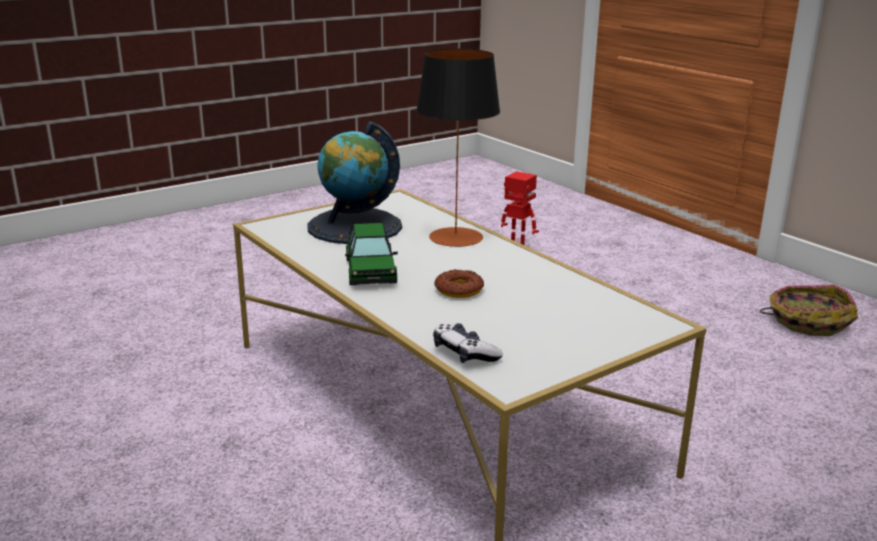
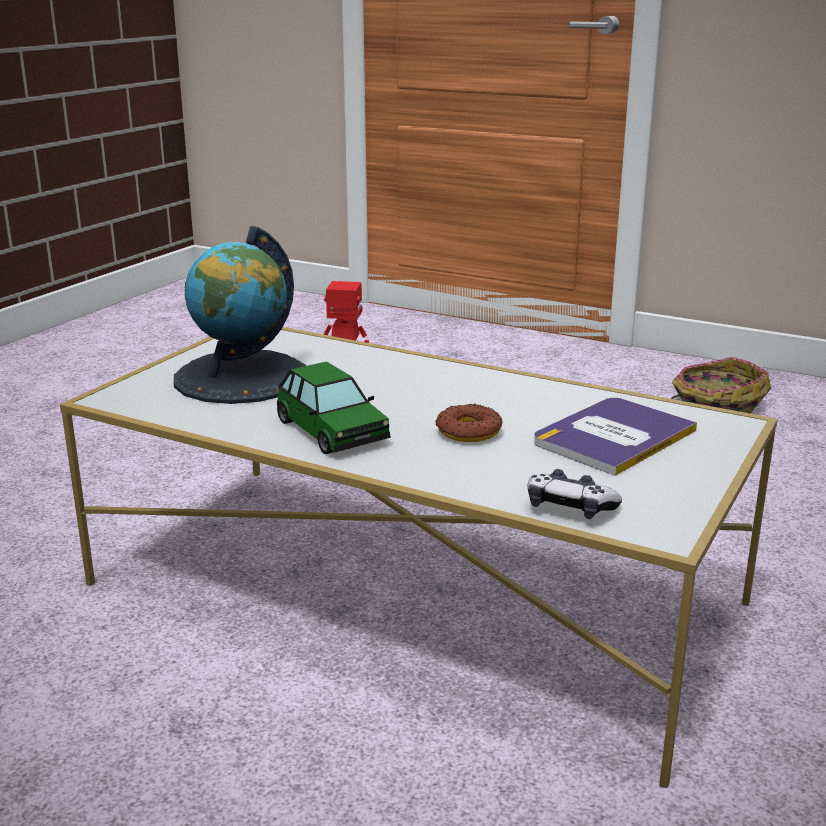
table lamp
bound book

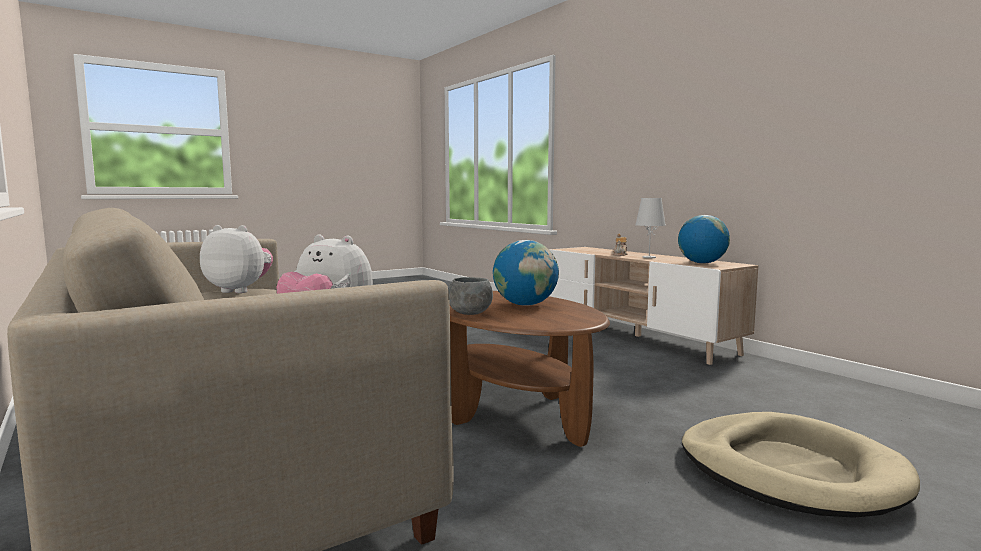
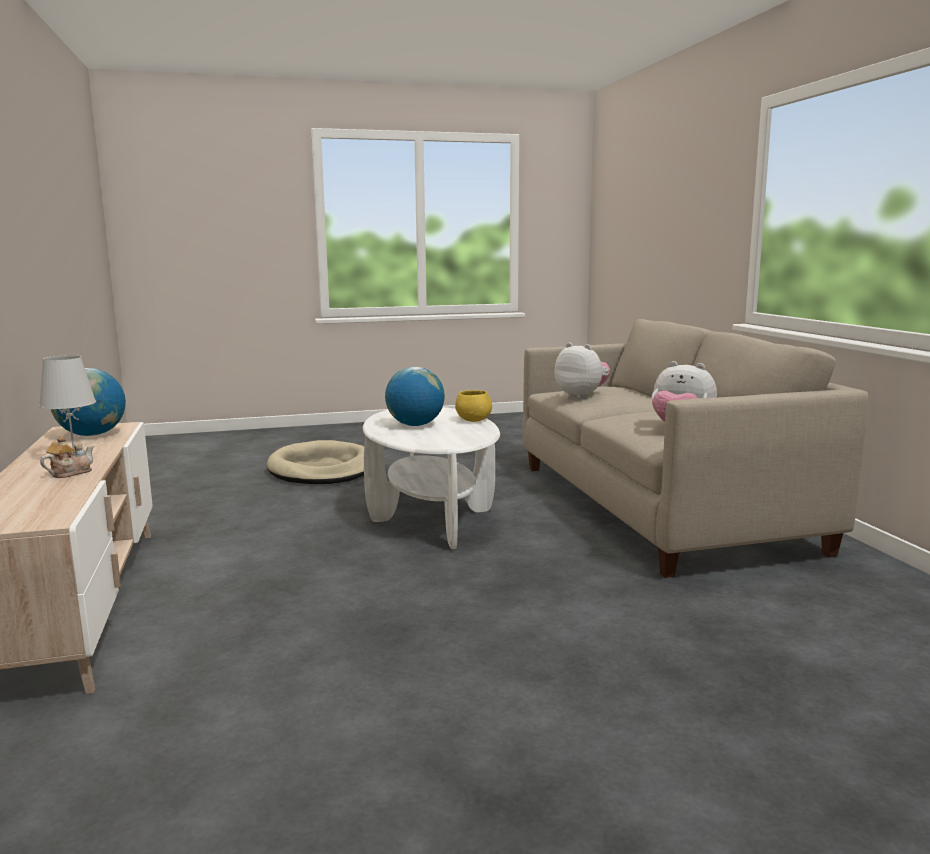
yellow-coloured deep dish
white low table

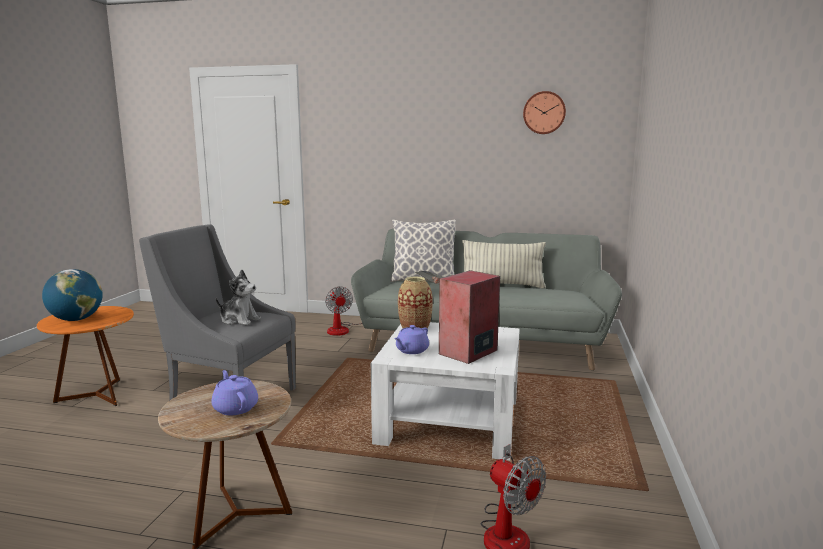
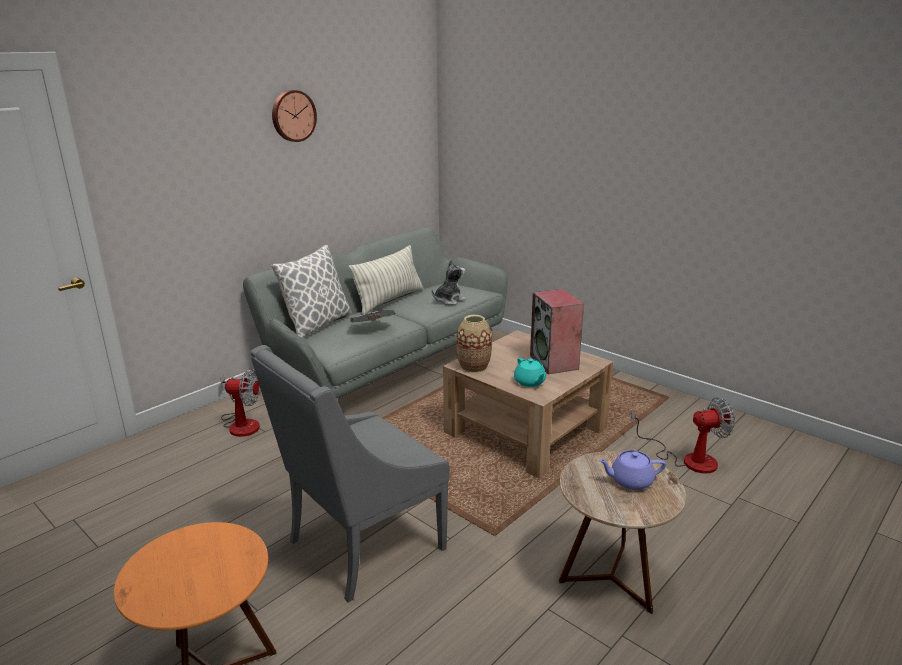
globe
cuddly toy
clock on the wall
brownish low table
blue-green teapot

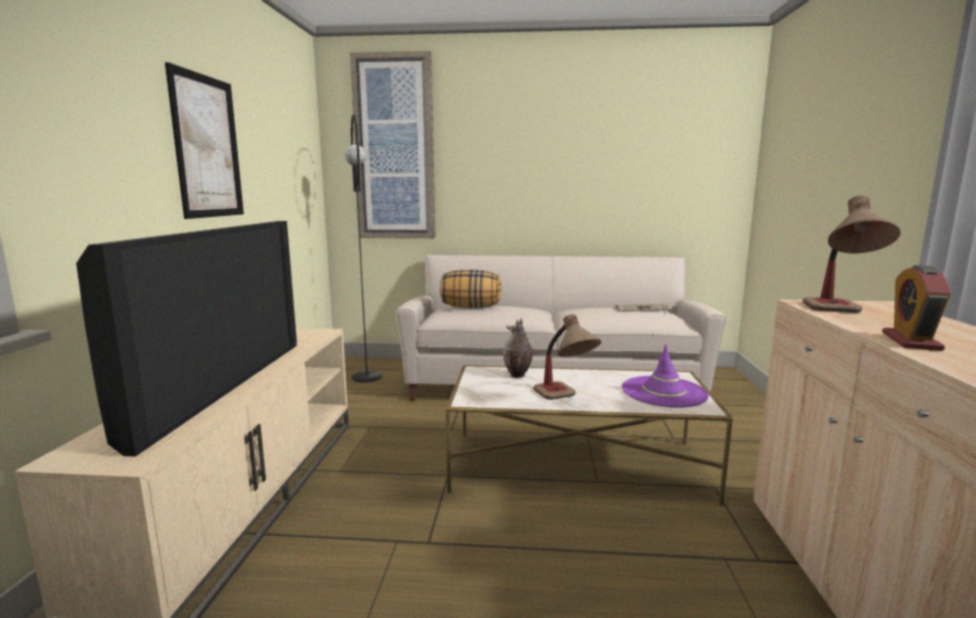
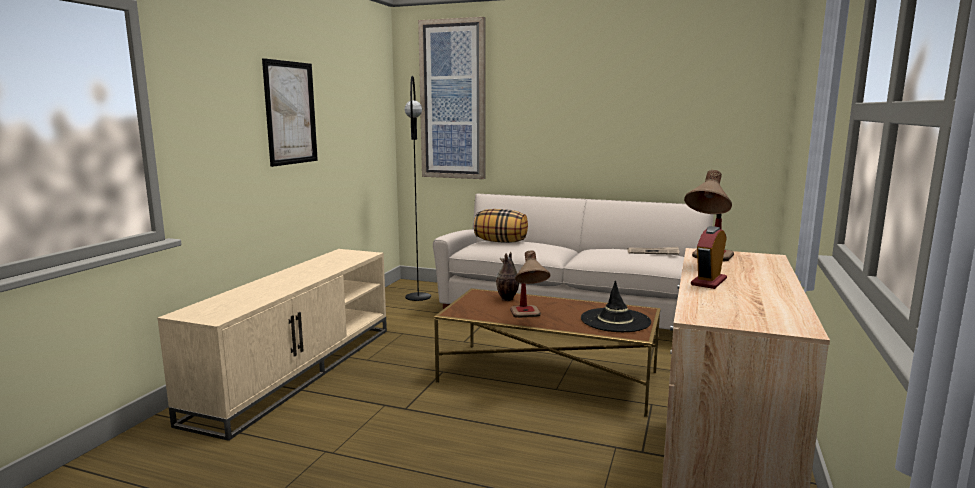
TV set
brownish low table
black-coloured wearable hat

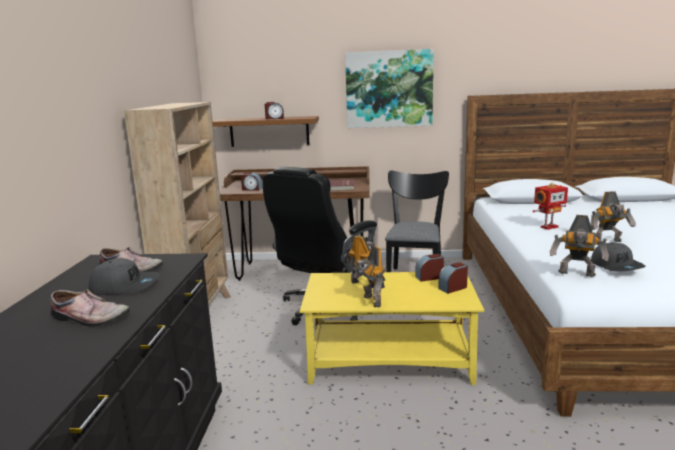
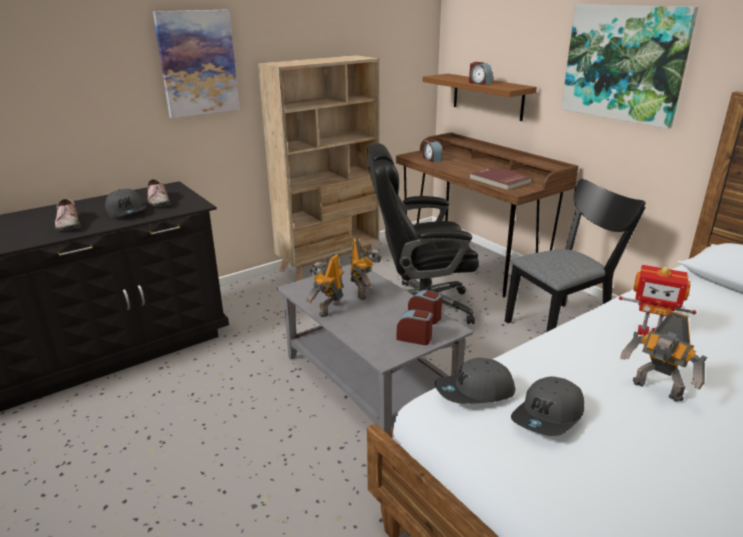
wall art (no. 1 from left)
grey baseball cap (no. 2 from left)
grey low table

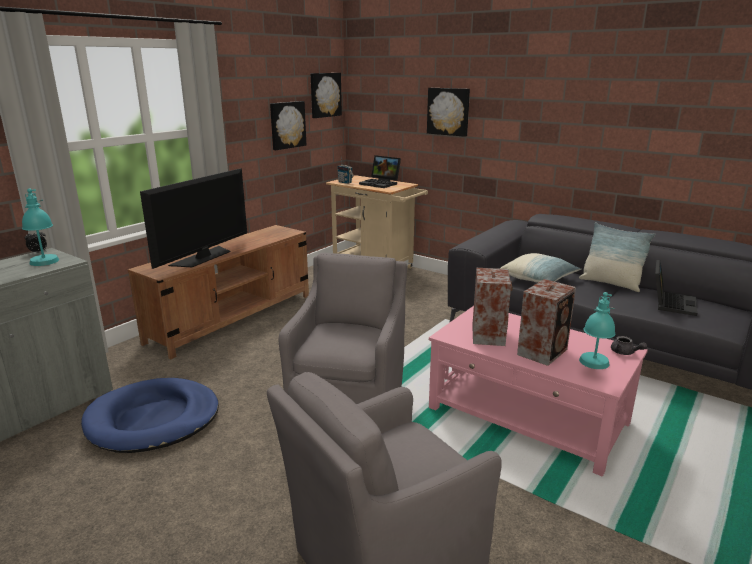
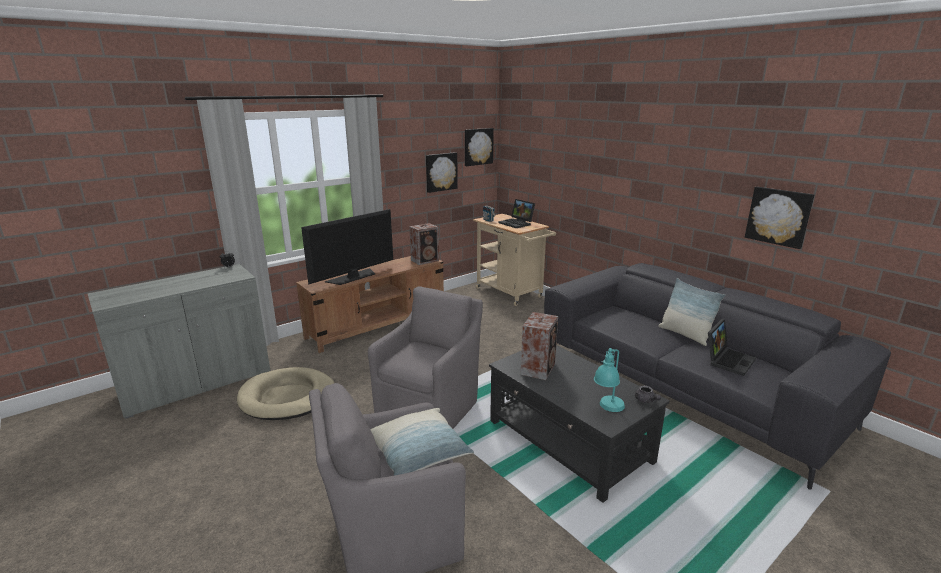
blue-green table lamp (no. 1 from left in the first image)
wall art (no. 3 from left)
cushion (no. 1 from left)
loudspeaker (no. 1 from left)
beige dog bed
black-coloured low table

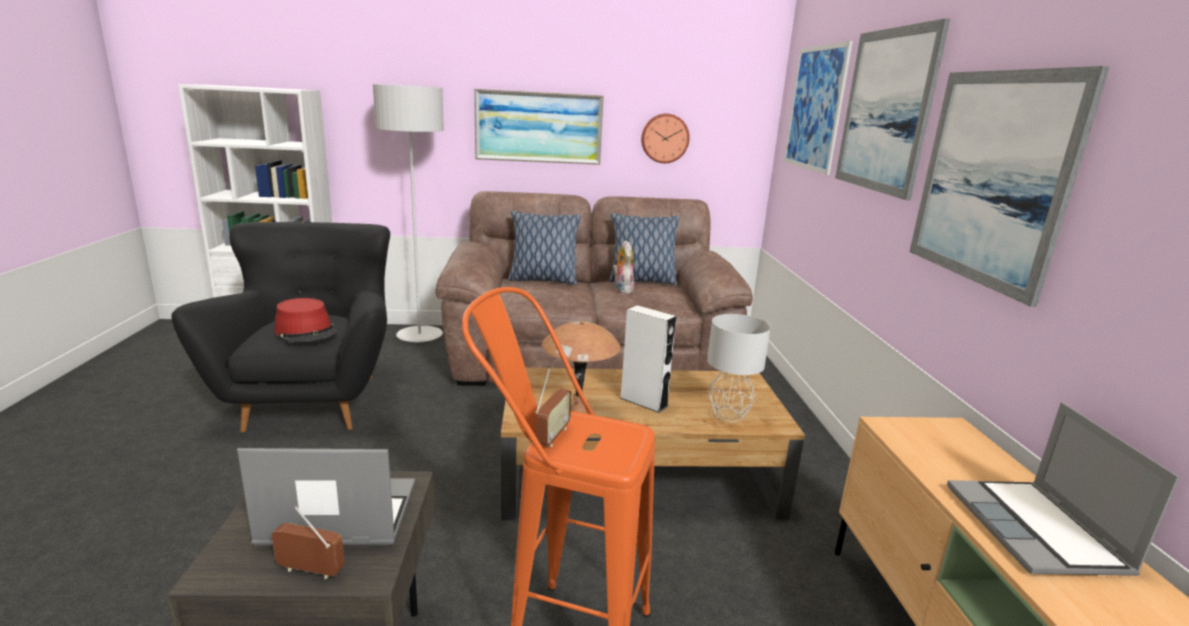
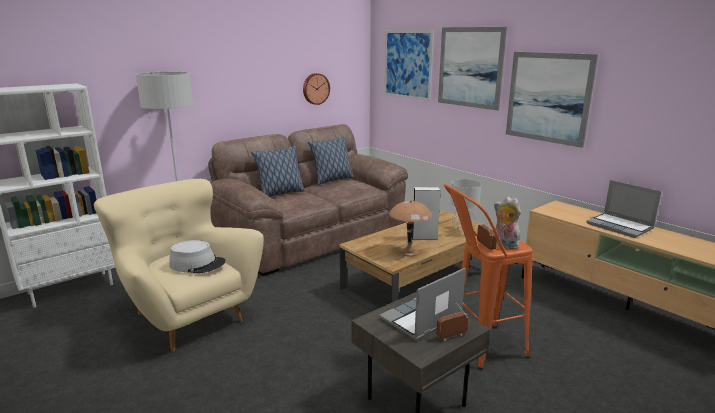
wall art (no. 1 from left in the first image)
cuddly toy
beige lounge chair
grey wearable hat

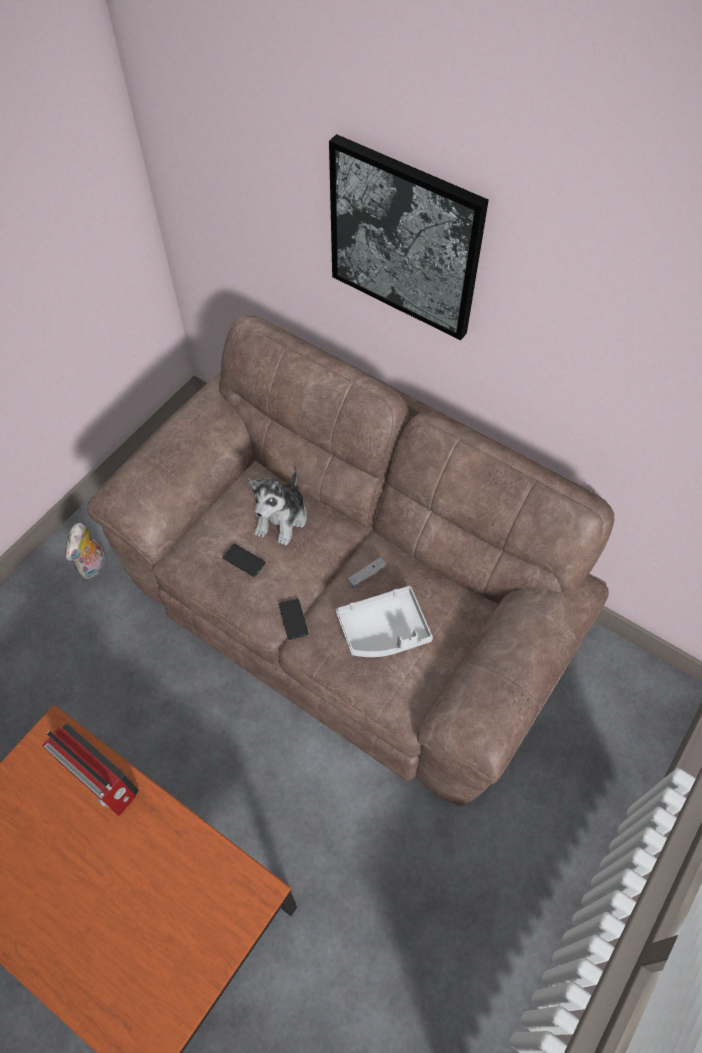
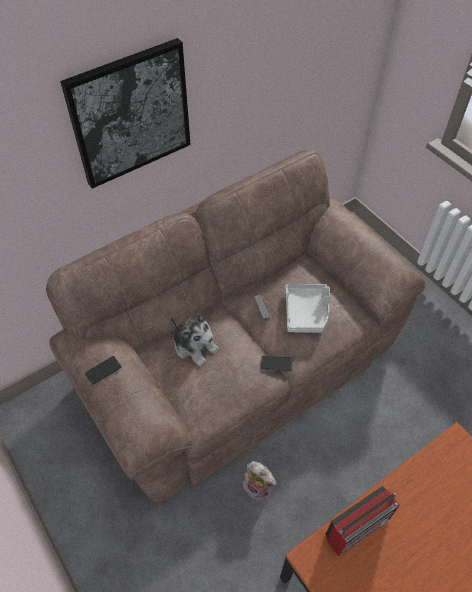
cuddly toy (no. 2 from left)
telephone (no. 1 from left)

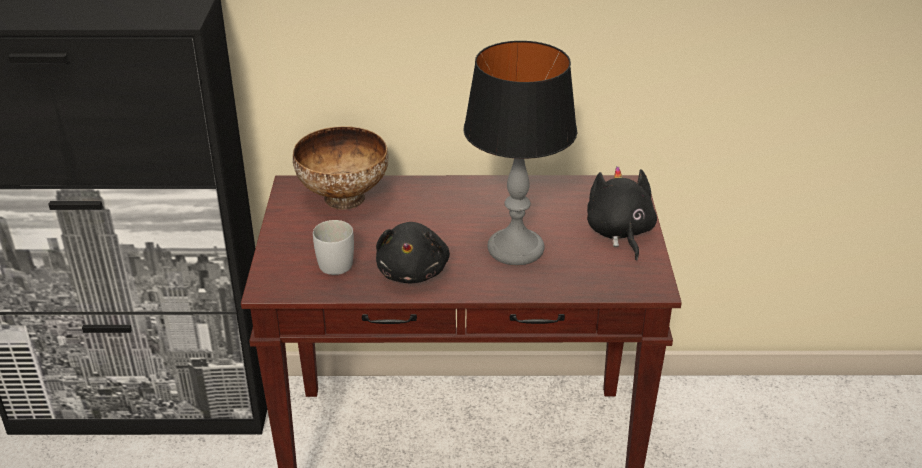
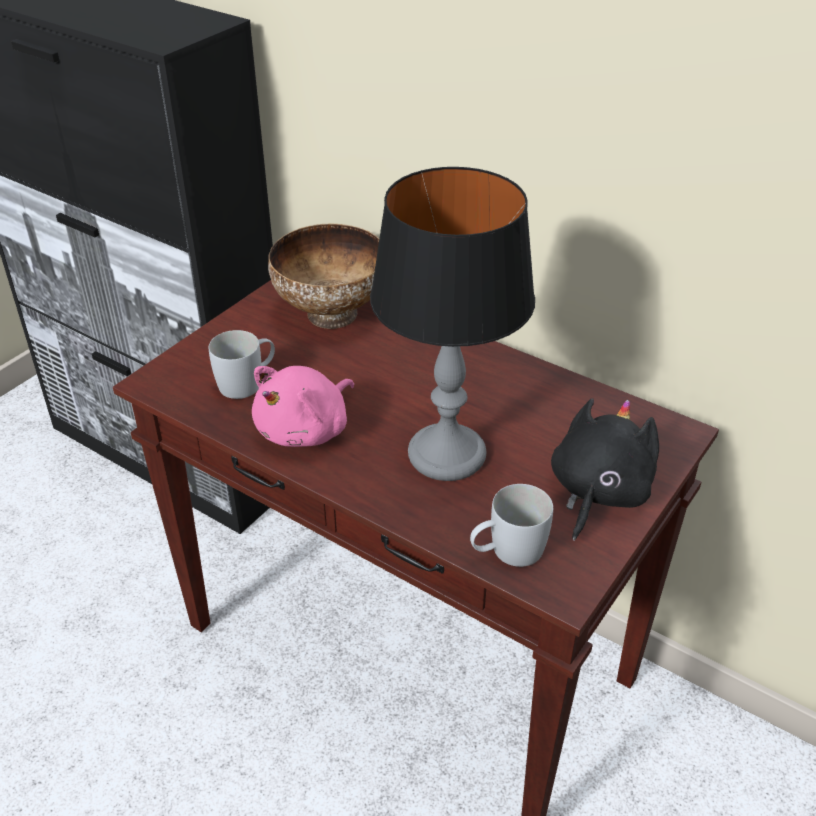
white coffee mug (no. 2 from left)
pink cuddly toy

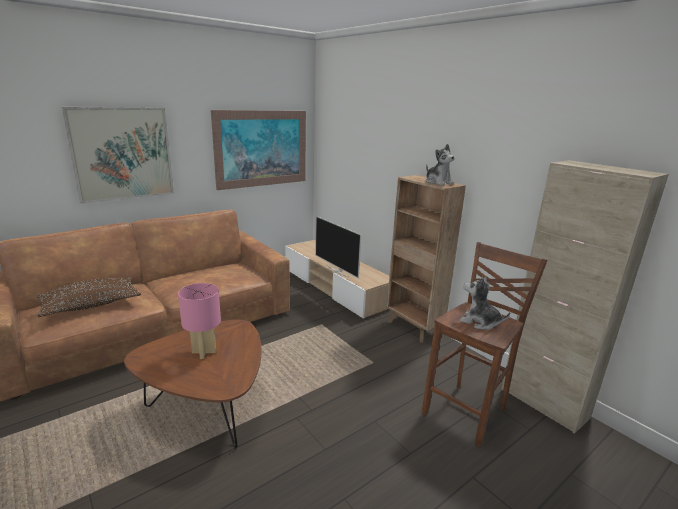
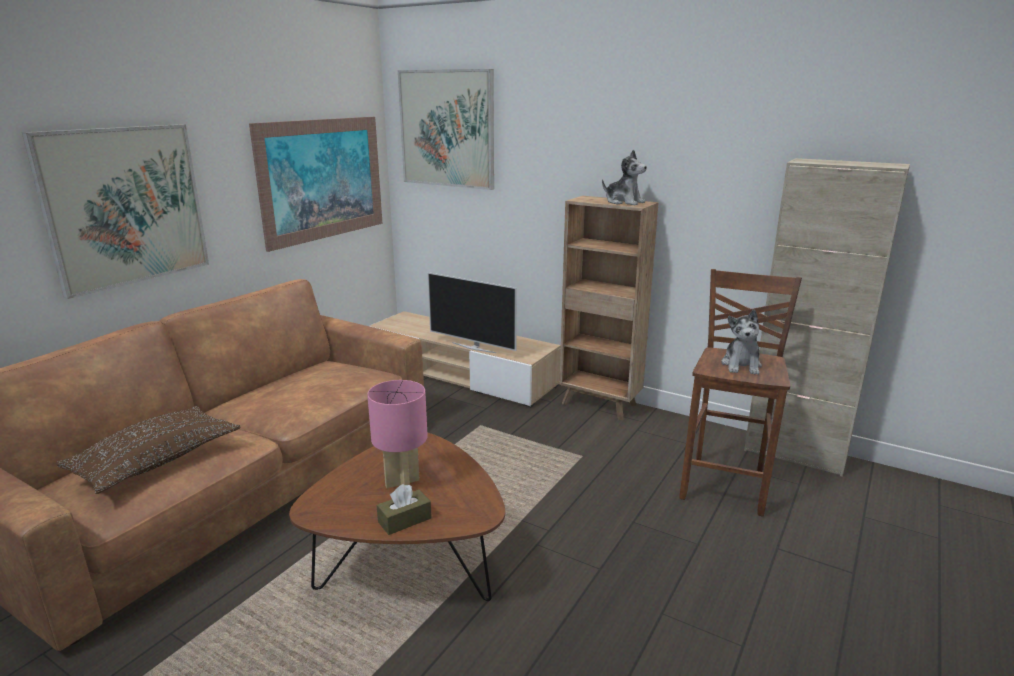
brownish tissue holder
wall art (no. 3 from left)
cuddly toy (no. 2 from left)

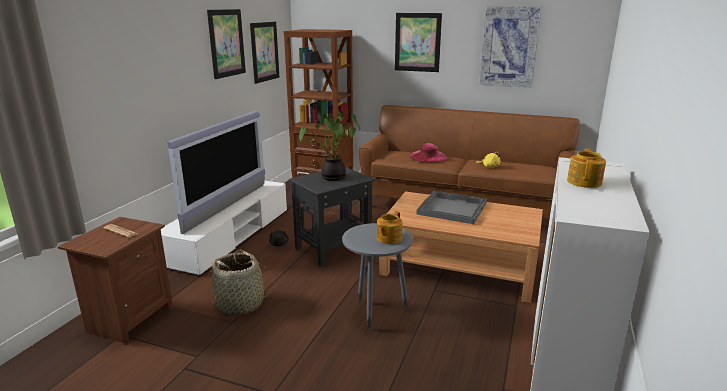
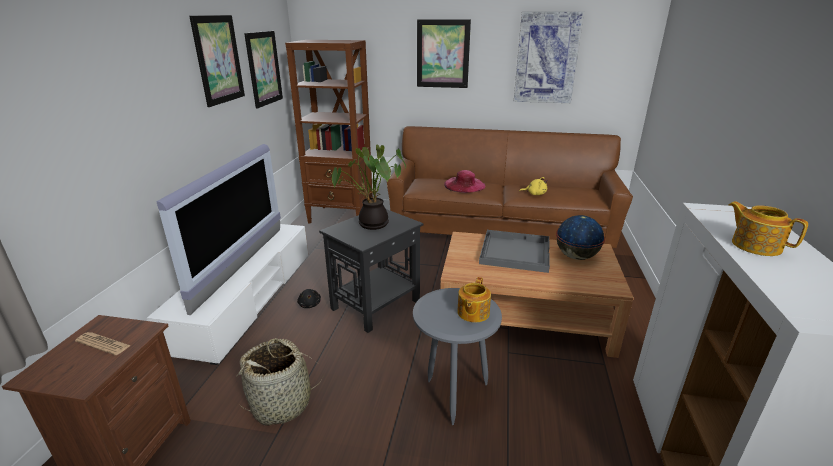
globe
teapot (no. 2 from left)

